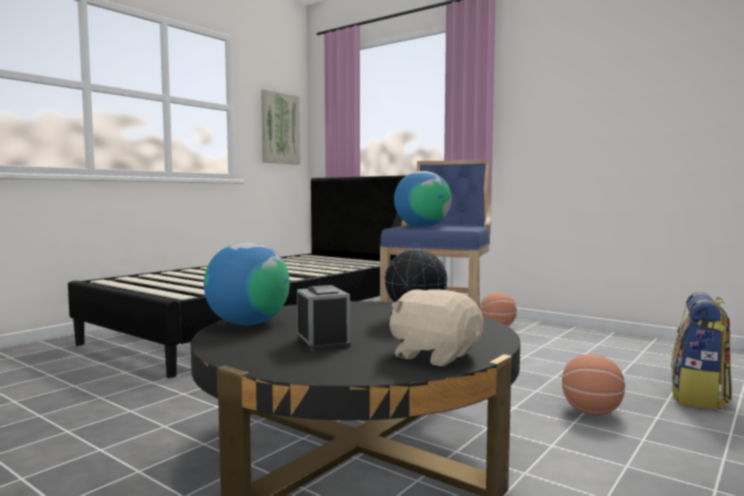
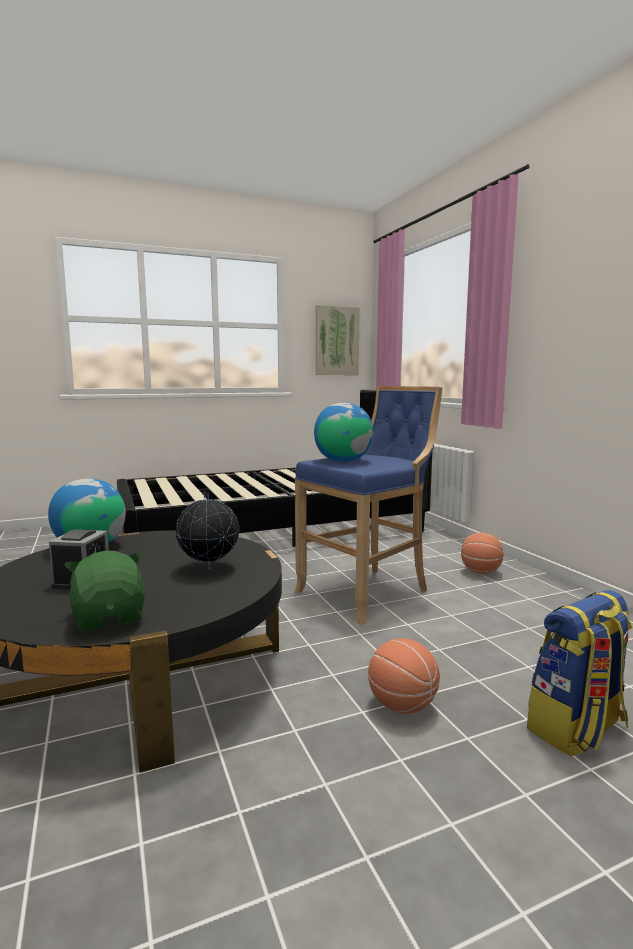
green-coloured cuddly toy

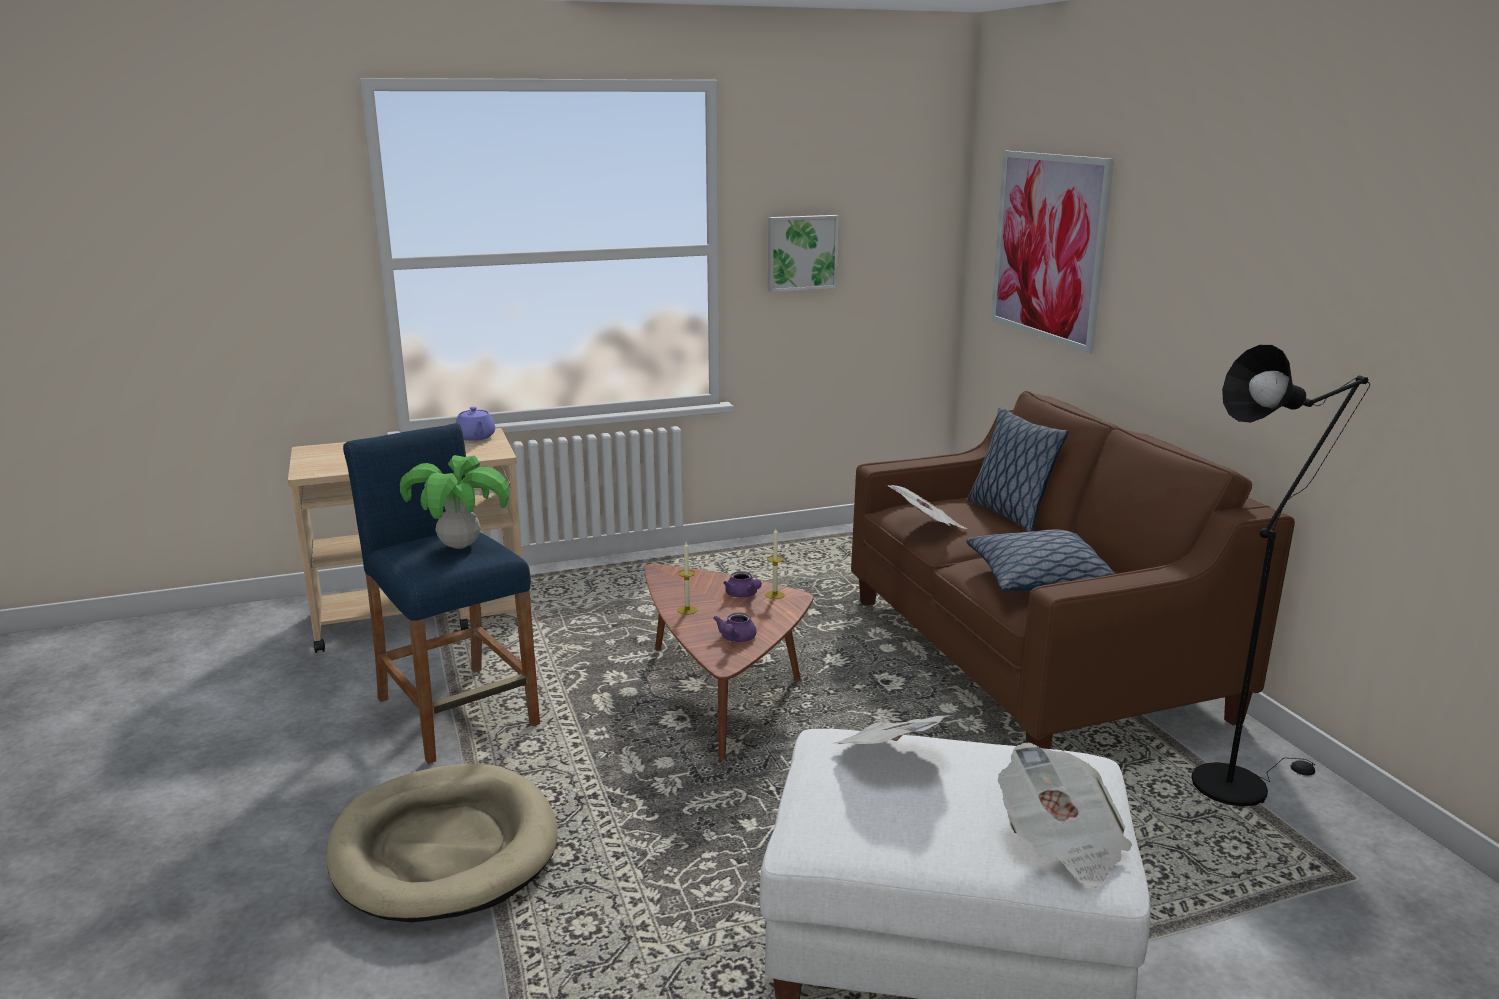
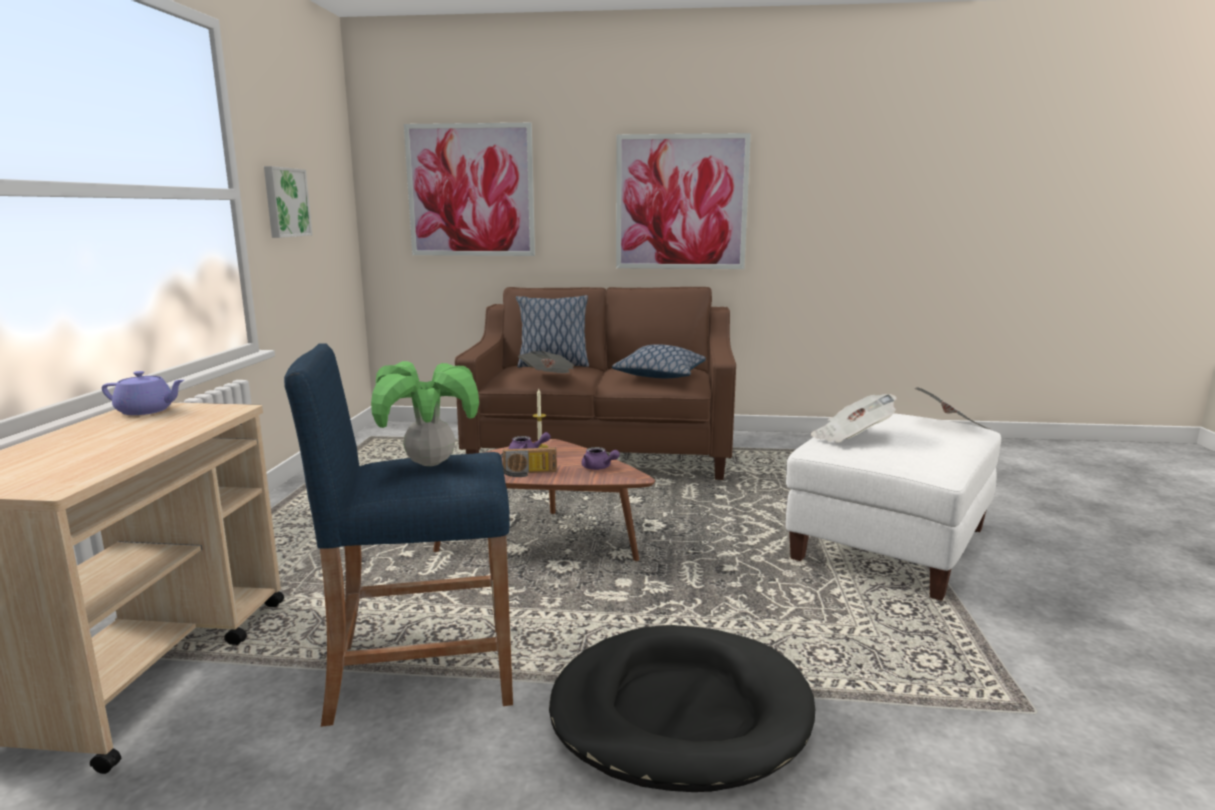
black-coloured floor lamp
wall art (no. 3 from left)
radio
black-coloured dog bed

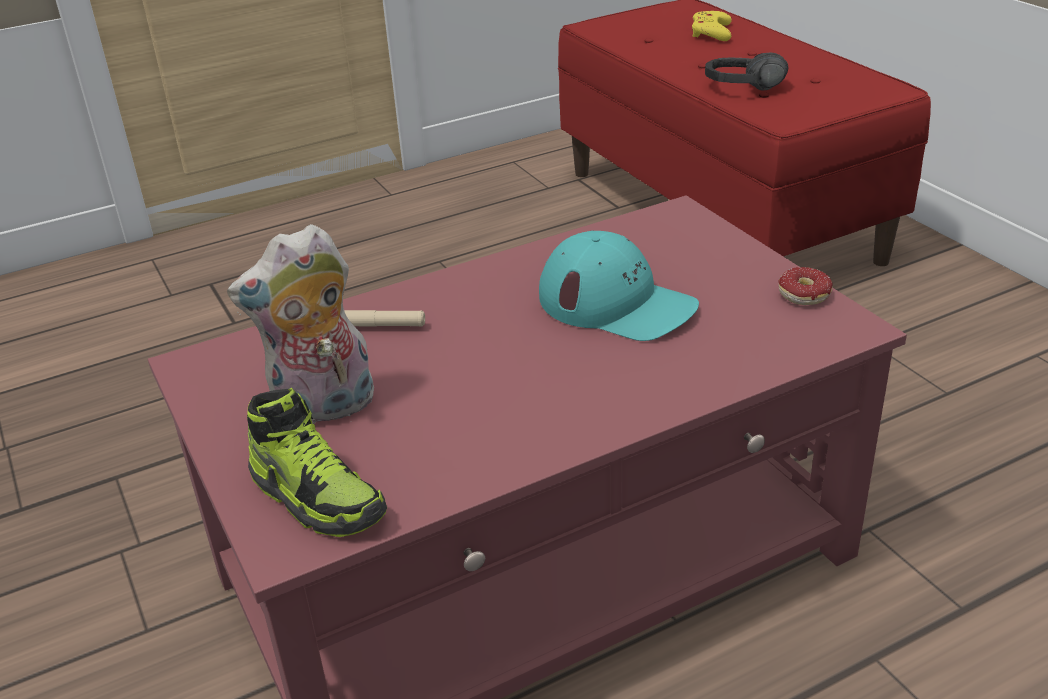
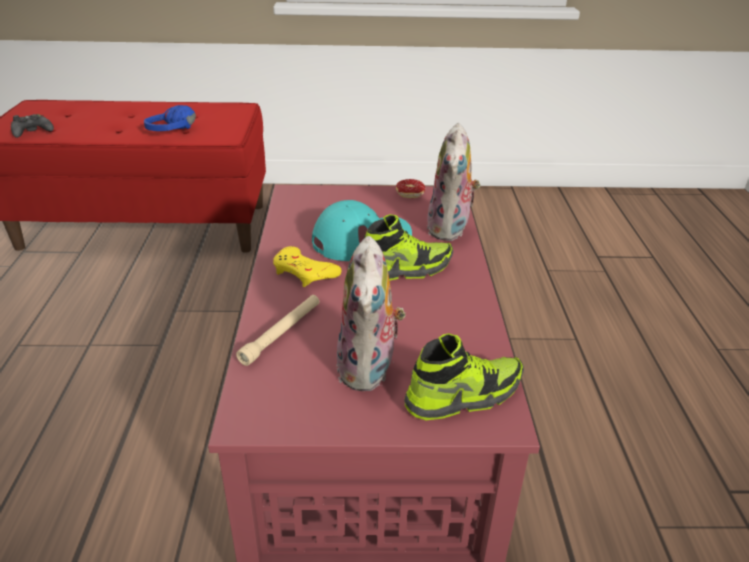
black-coloured gamepad
shoe (no. 1 from left)
cuddly toy (no. 2 from left)
yellow-coloured gamepad
blue headphones

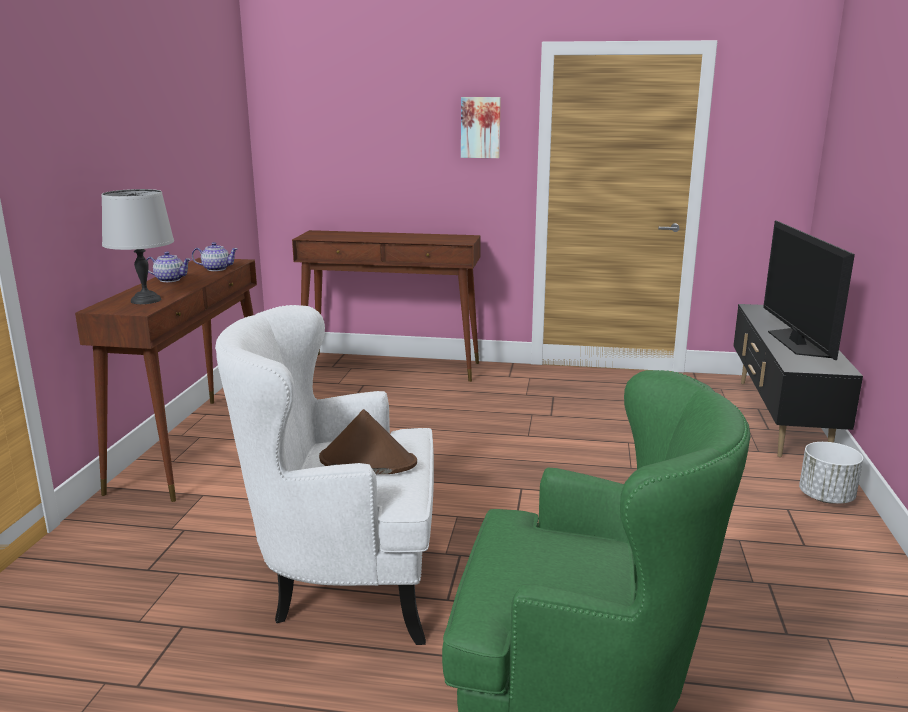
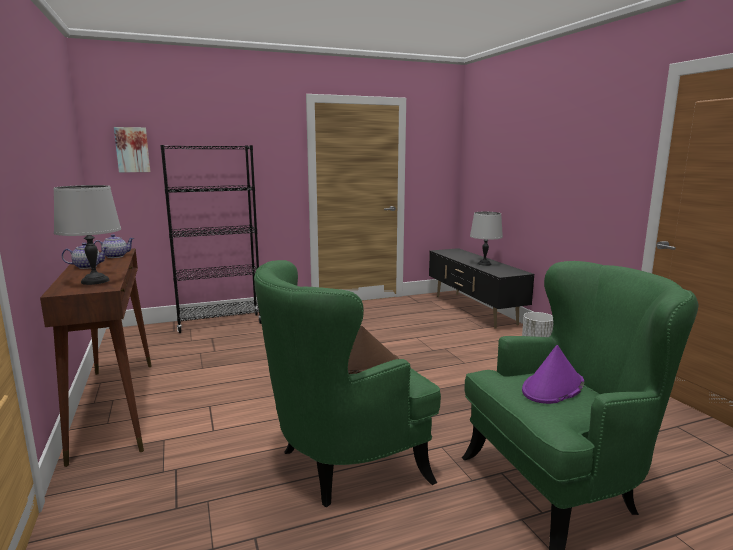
purplish wearable hat
wall art
black-coloured shelving unit
grey table lamp (no. 2 from left)
green-coloured lounge chair (no. 1 from left)

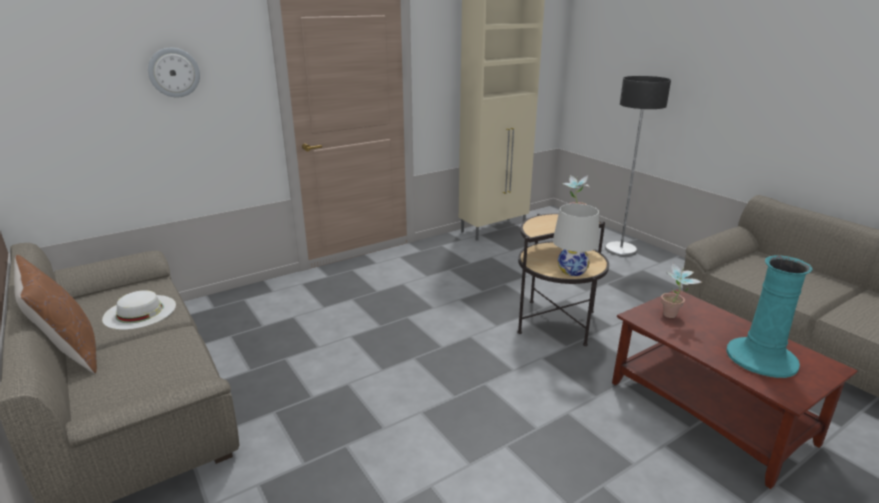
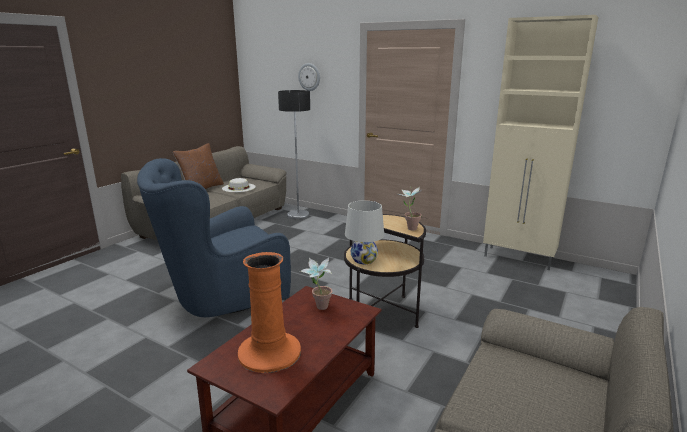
blue lounge chair
floor lamp
orange decorative vase

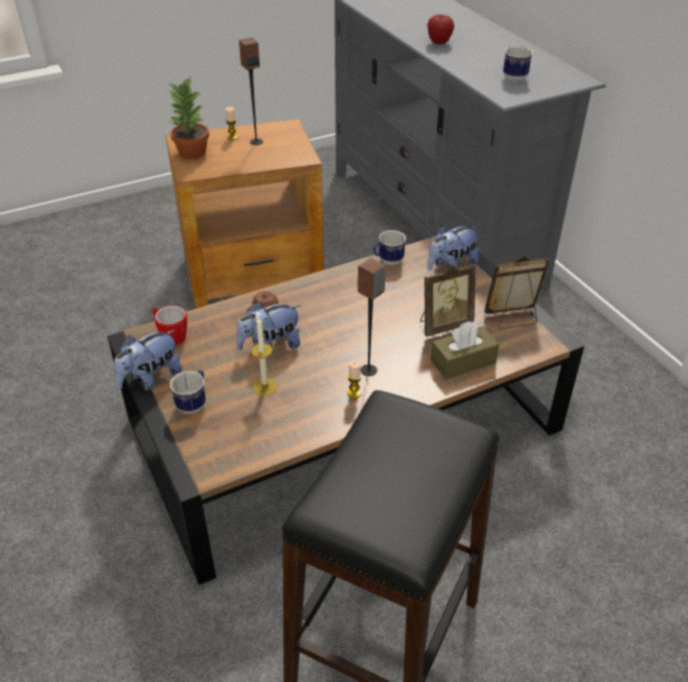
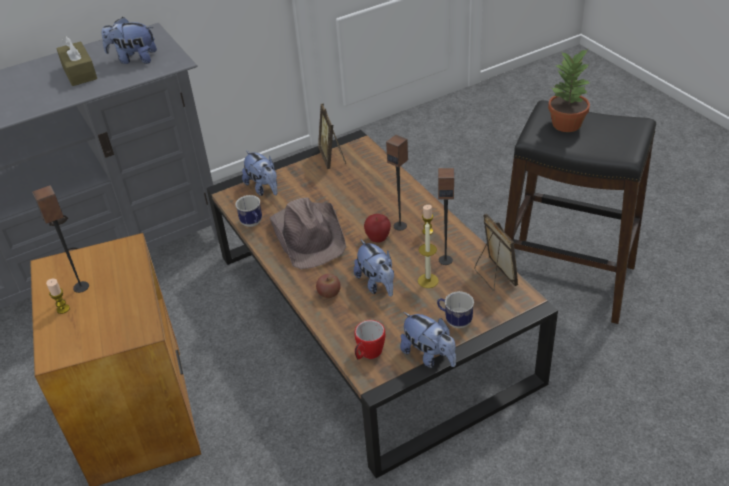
brownish wearable hat
loudspeaker (no. 3 from left)
plant in a pot
picture frame (no. 2 from left)
apple fruit (no. 2 from left)
brownish tissue holder
cuddly toy (no. 1 from left)

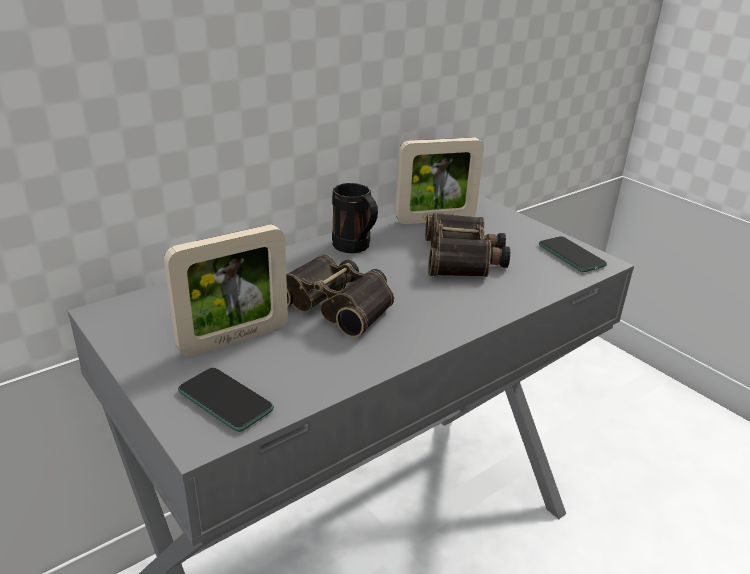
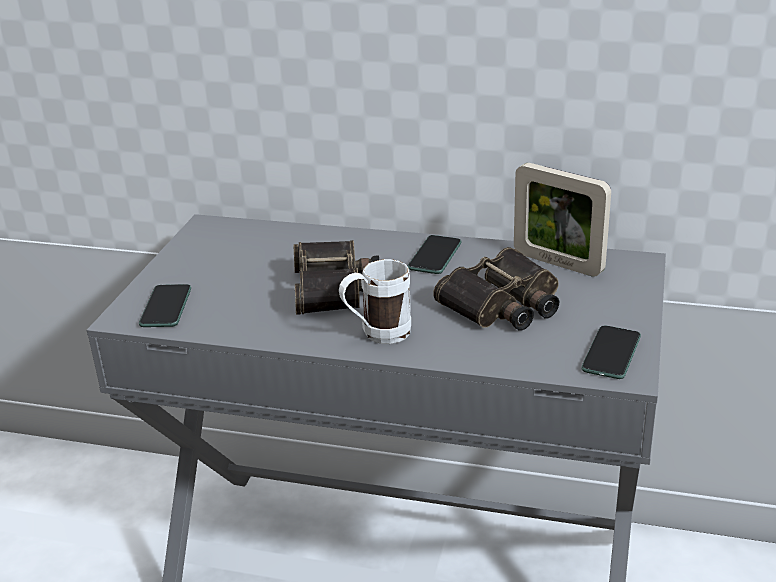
picture frame (no. 1 from left in the first image)
white coffee mug
telephone (no. 2 from left)

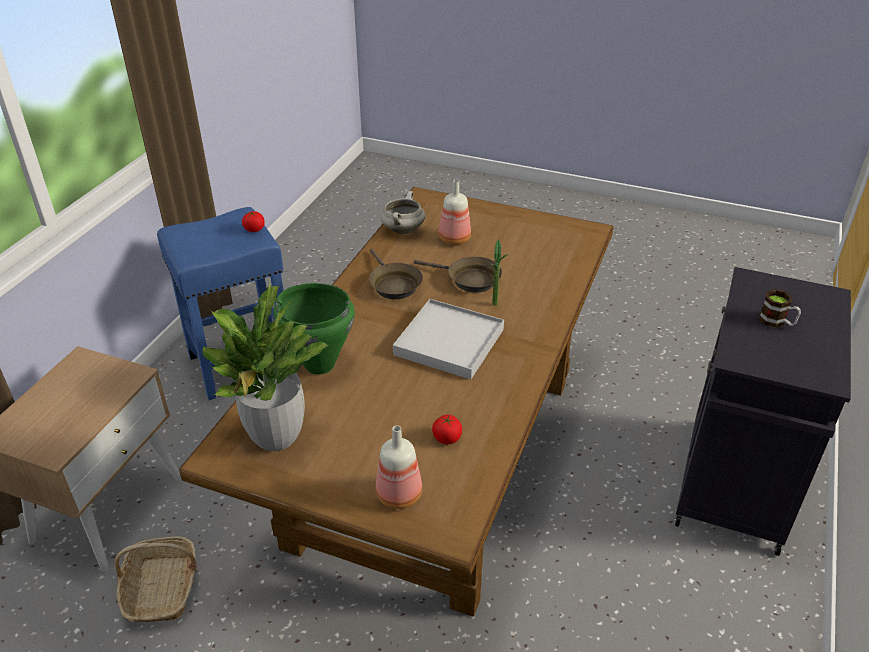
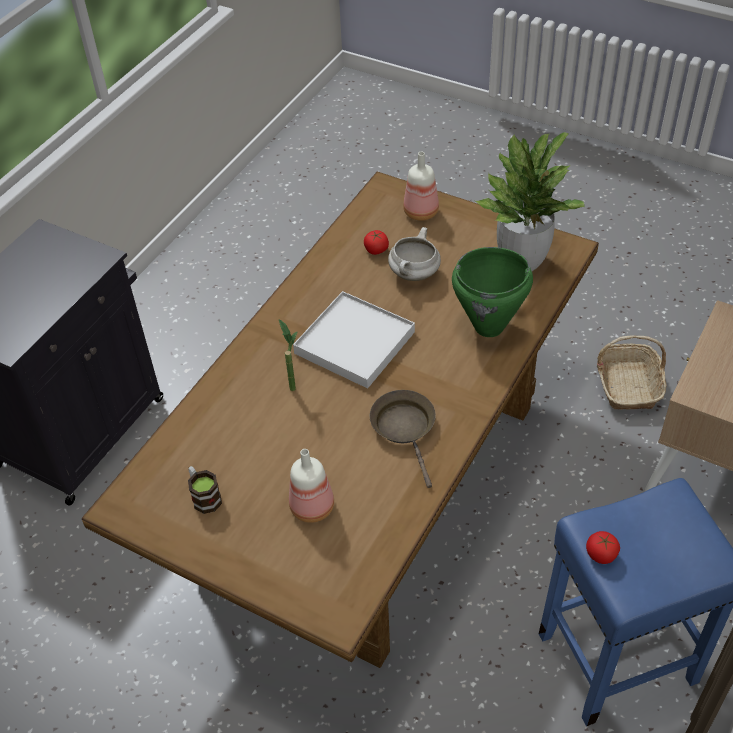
brownish frying pan (no. 2 from left in the first image)
white saucepot
coffee mug

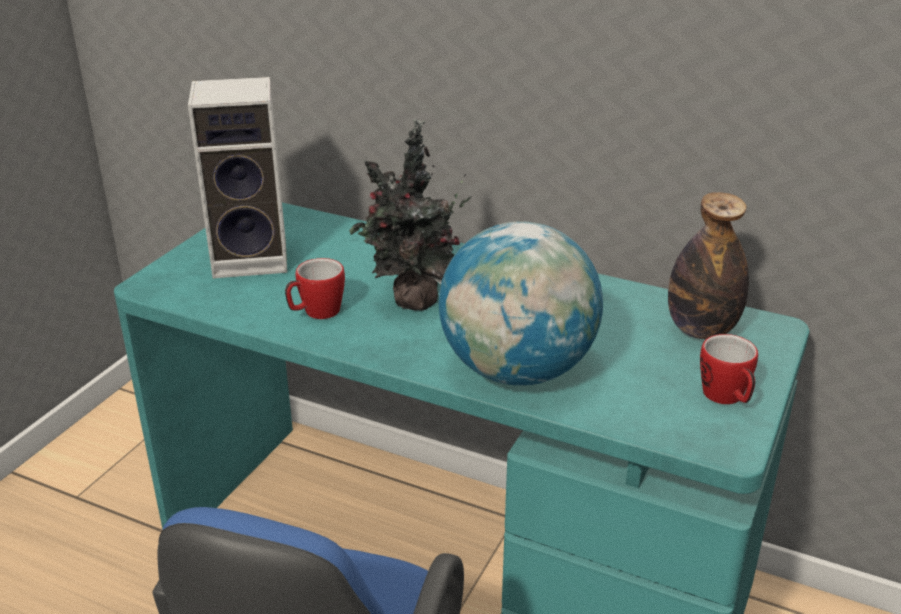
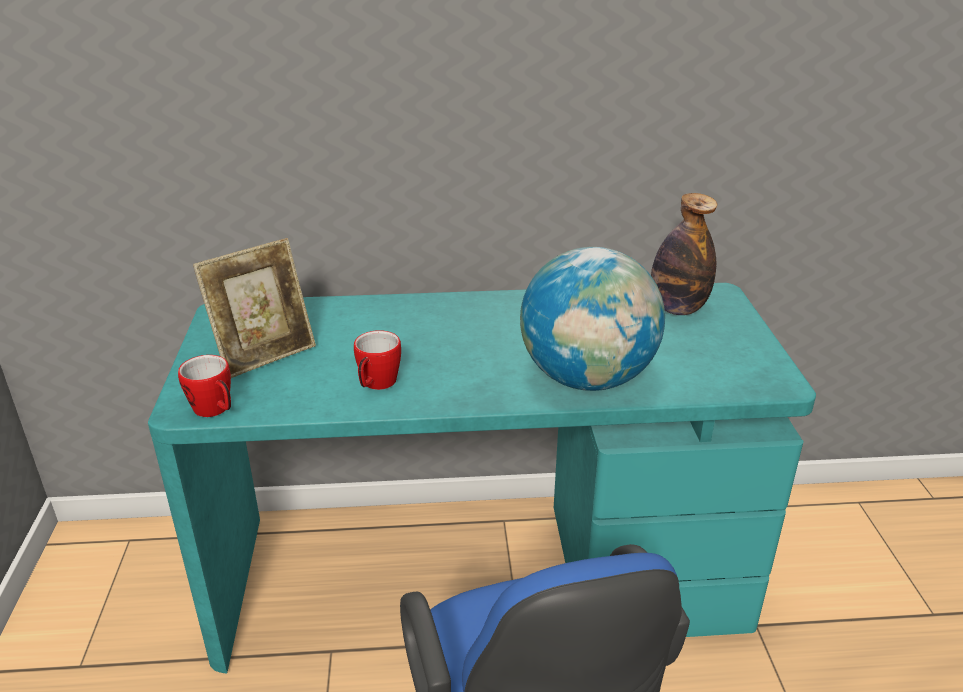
plant in a pot
coffee mug (no. 1 from left)
picture frame

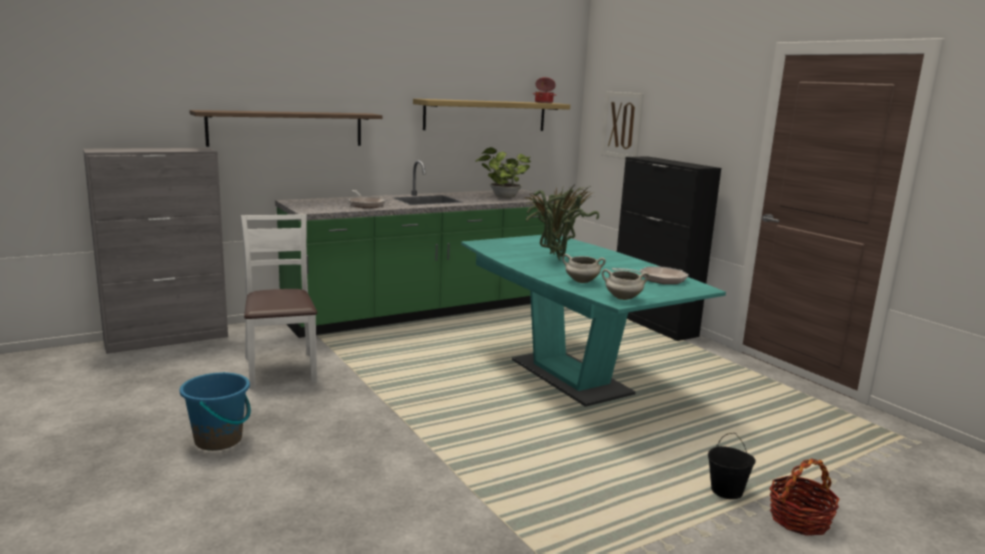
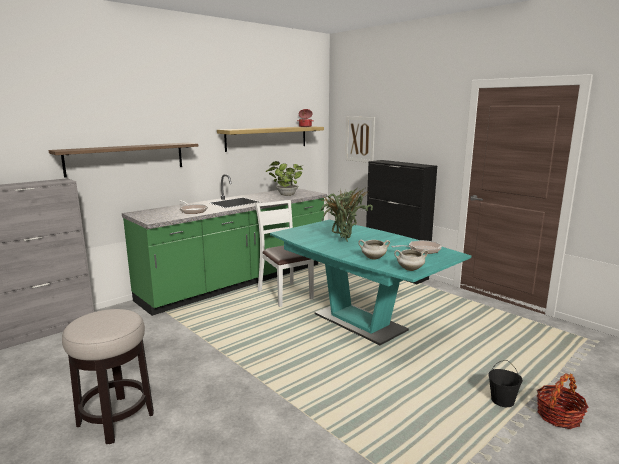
white plain chair
stool seat

